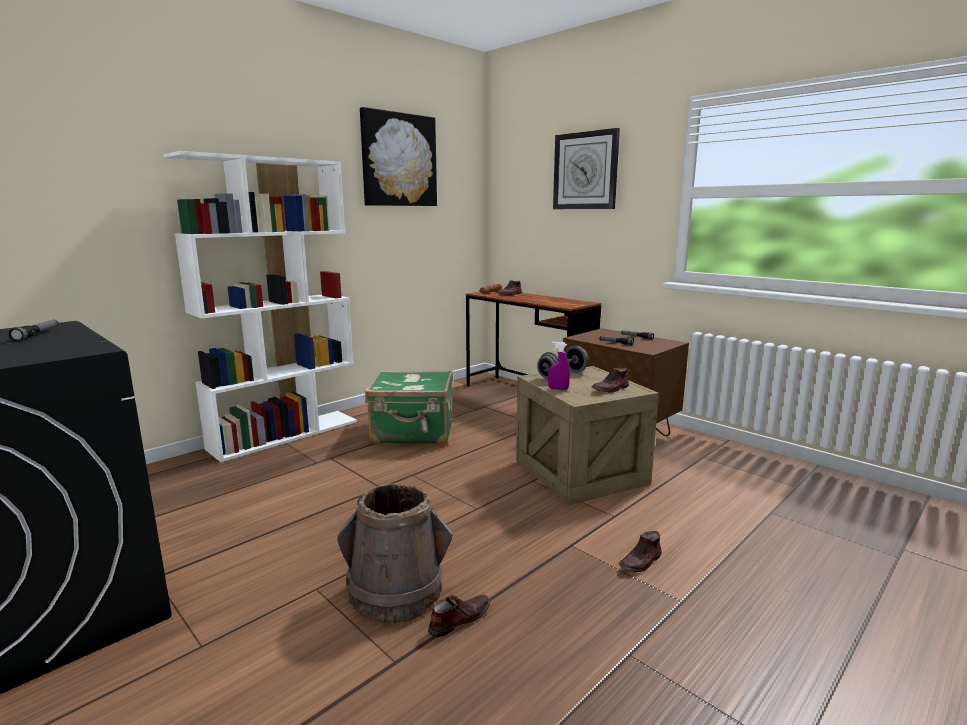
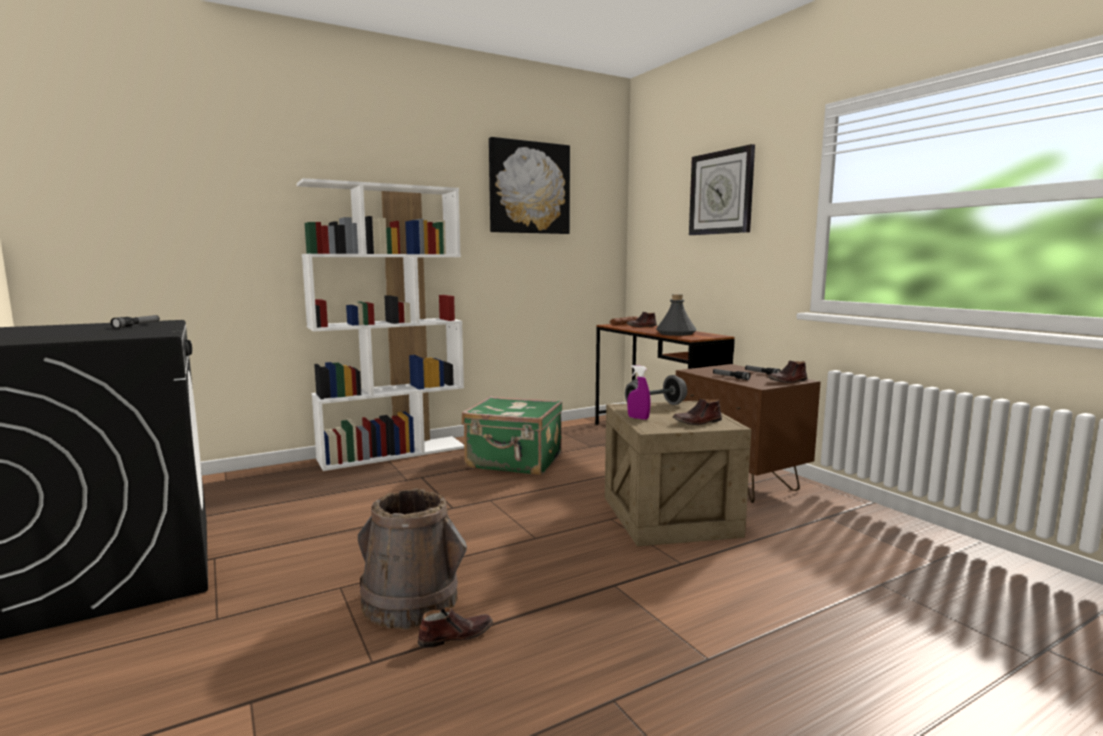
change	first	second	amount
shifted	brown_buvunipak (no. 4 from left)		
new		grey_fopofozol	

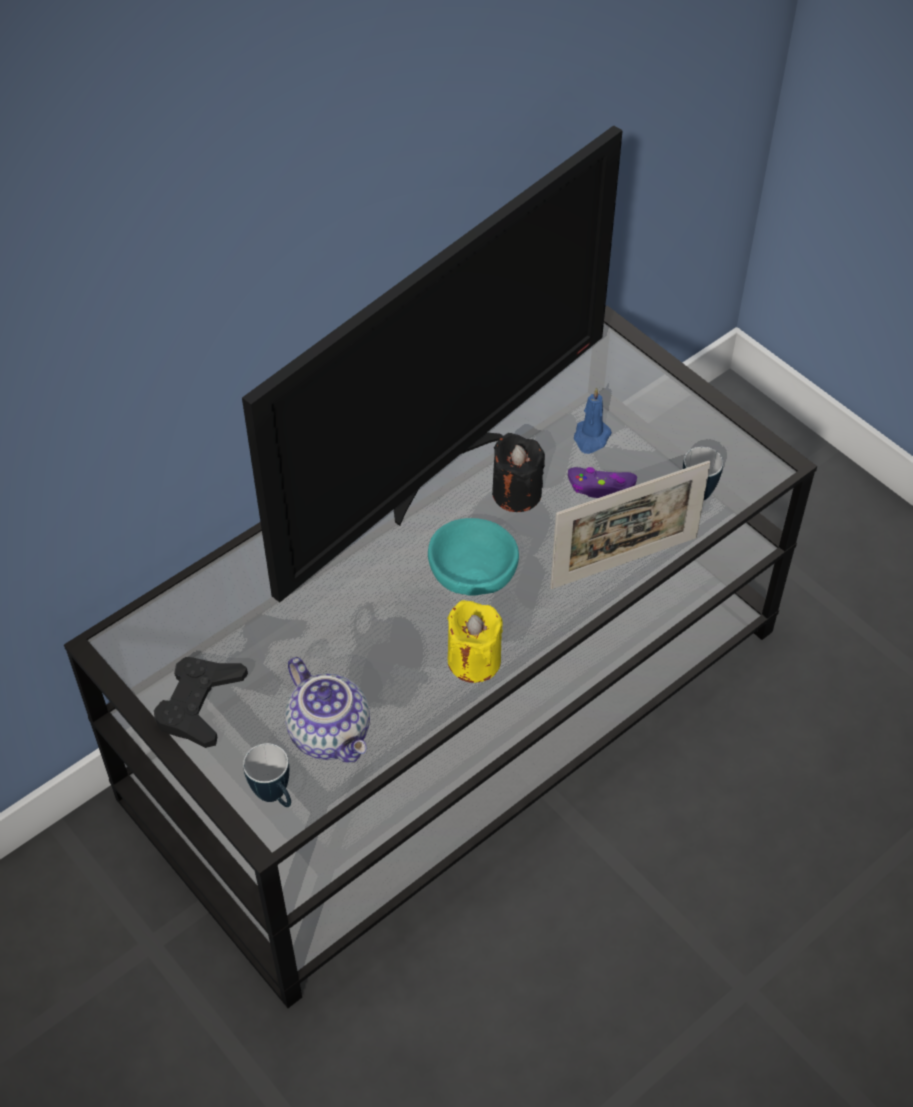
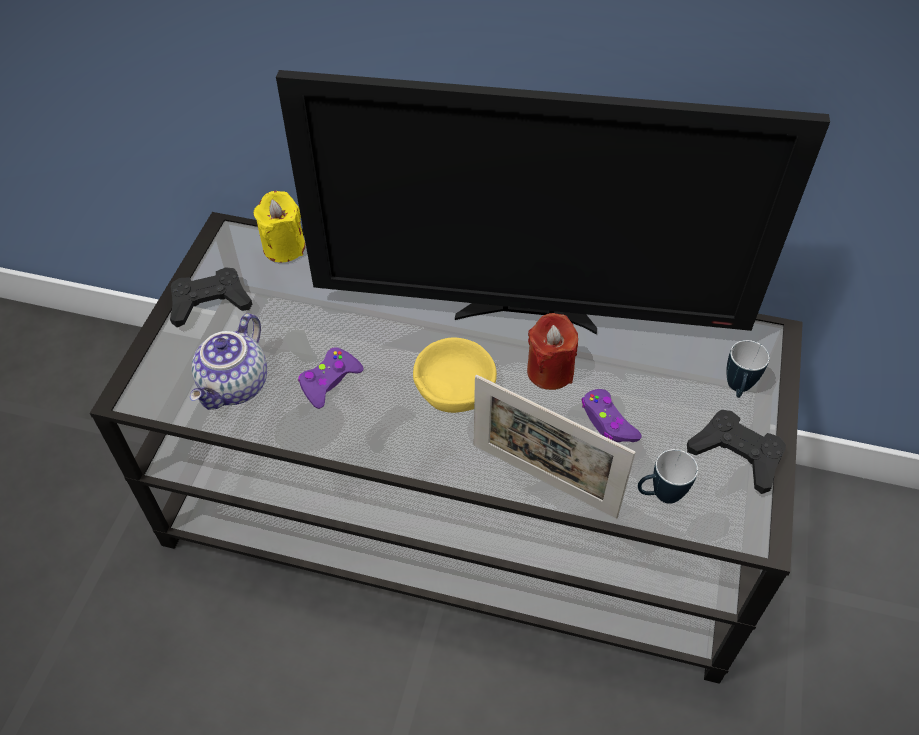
change	first	second	amount
gone	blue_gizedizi		
repainted	black_gizedizi	red_gizedizi	
repainted	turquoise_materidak	yellow_materidak	
shifted	yellow_gizedizi		
shifted	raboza (no. 1 from left in the first image)	raboza (no. 2 from left)	
new		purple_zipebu (no. 1 from left)	
new		black_zipebu (no. 2 from left)	

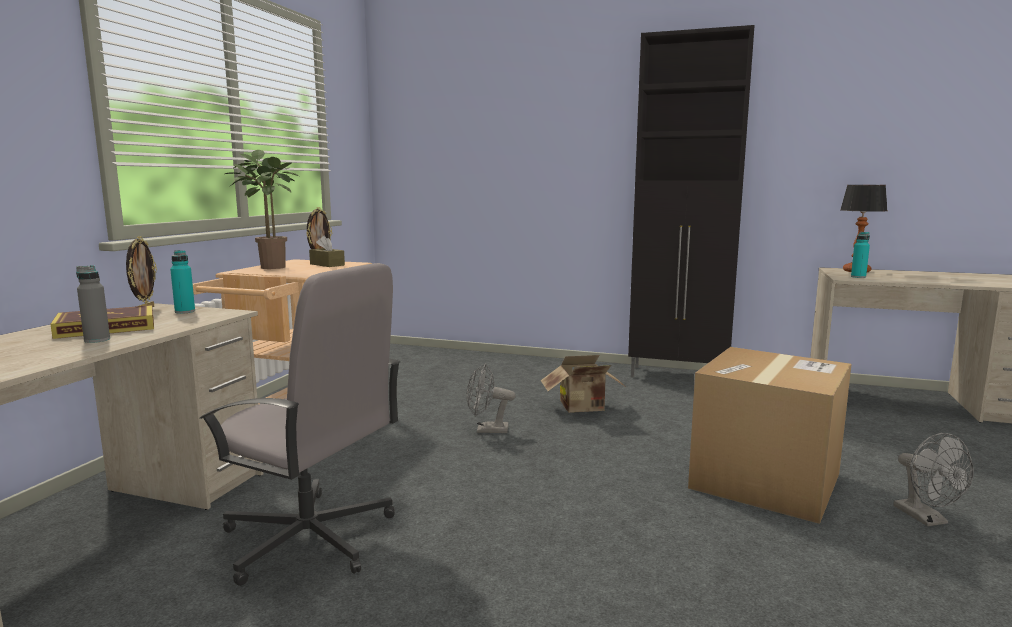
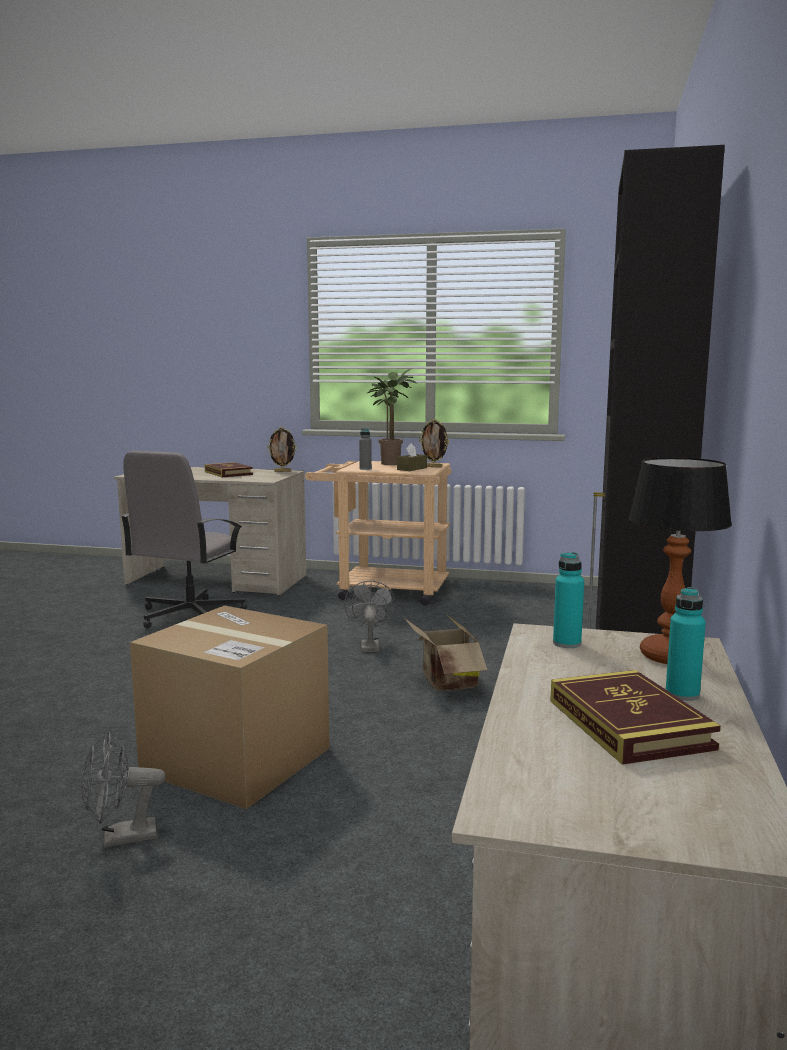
change	first	second	amount
shifted	turquoise_fopofozol (no. 1 from left in the first image)	turquoise_fopofozol (no. 2 from left)	
shifted	grey_fopofozol		
new		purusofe (no. 2 from left)	

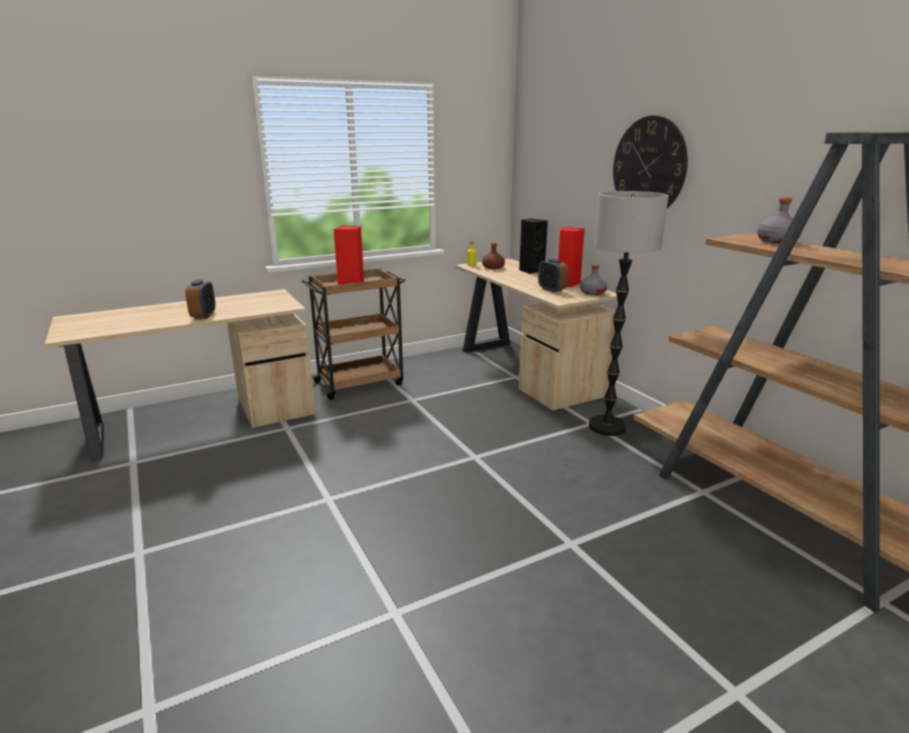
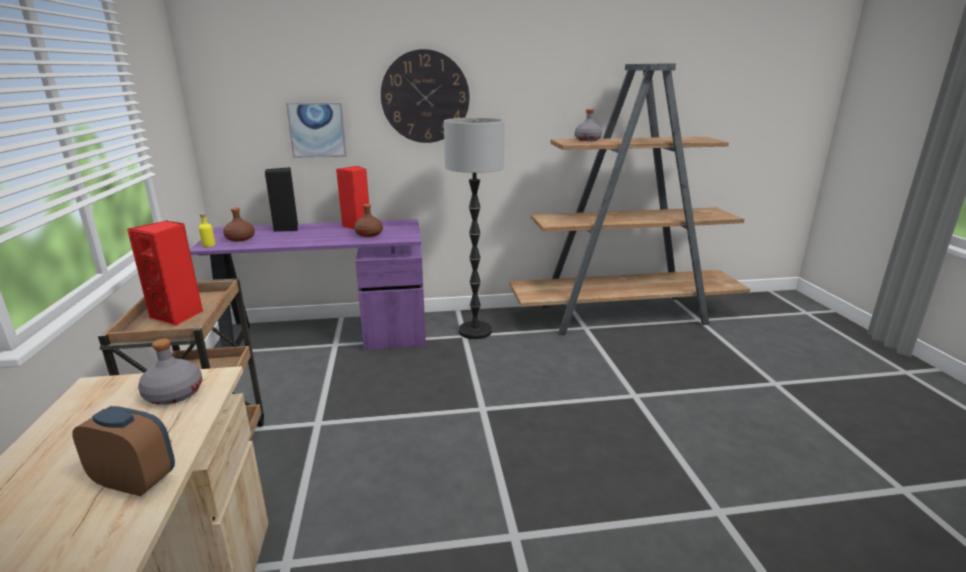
change	first	second	amount
swapped	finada (no. 2 from left)	brown_fopofozol (no. 2 from left)	
repainted	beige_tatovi (no. 2 from left)	purple_tatovi	
shifted	grey_fopofozol (no. 1 from left)		
new		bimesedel	

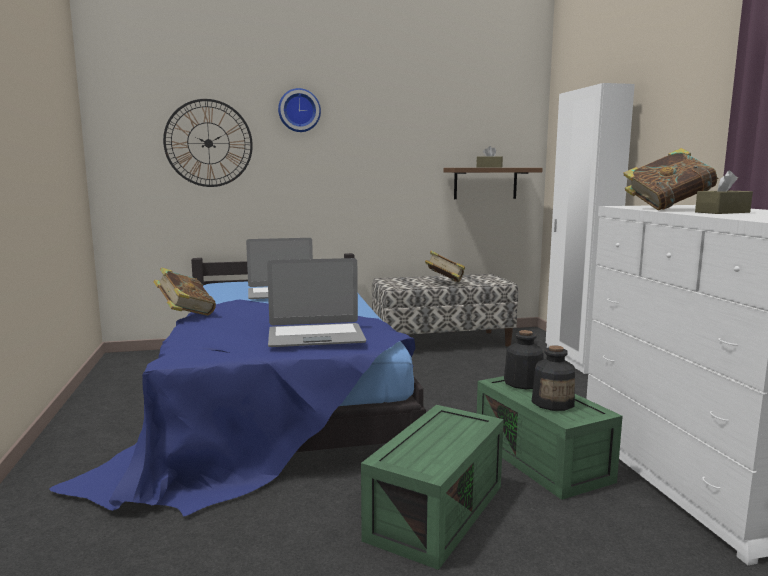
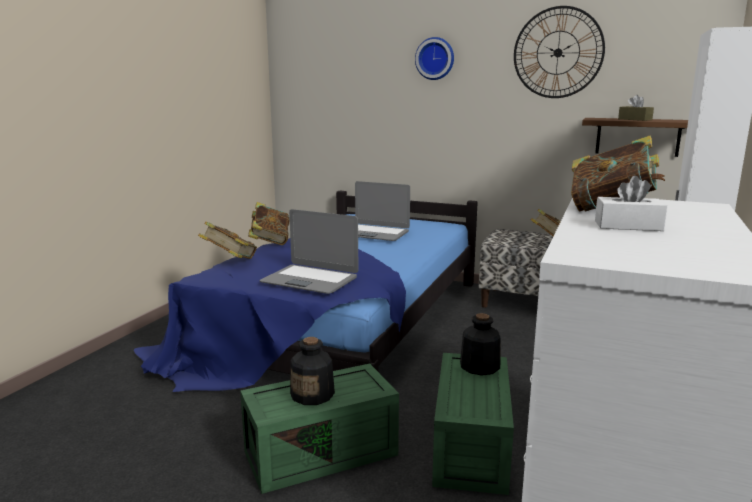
change	first	second	amount
shifted	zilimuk (no. 1 from left in the first image)	zilimuk (no. 2 from left)	
repainted	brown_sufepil (no. 2 from left)	white_sufepil	
shifted	fopofozol (no. 2 from left in the first image)	fopofozol (no. 1 from left)	
new		purusofe (no. 1 from left)	

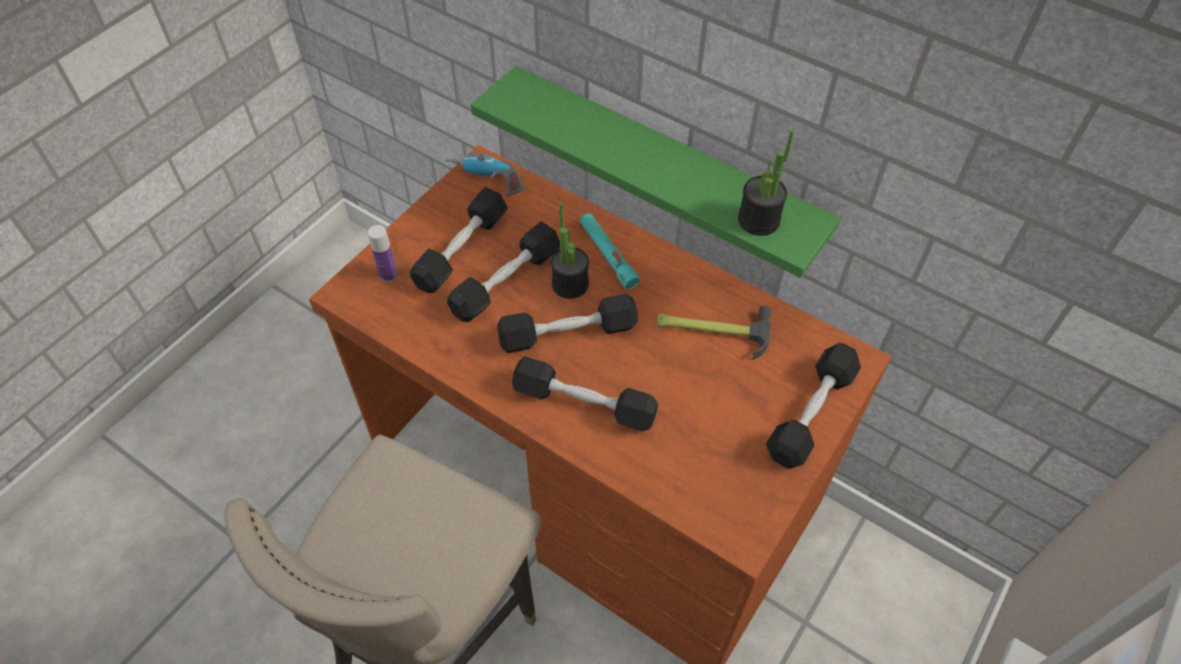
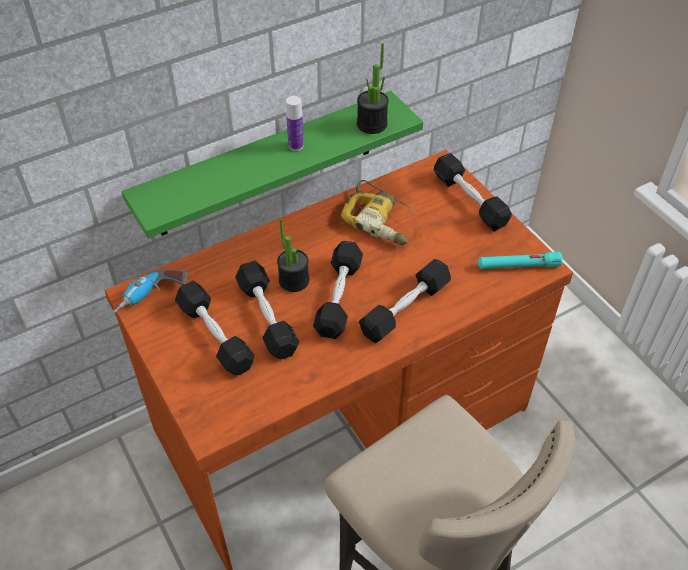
change	first	second	amount
shifted	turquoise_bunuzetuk		
shifted	fopofozol		
swapped	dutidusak	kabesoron (no. 2 from left)	

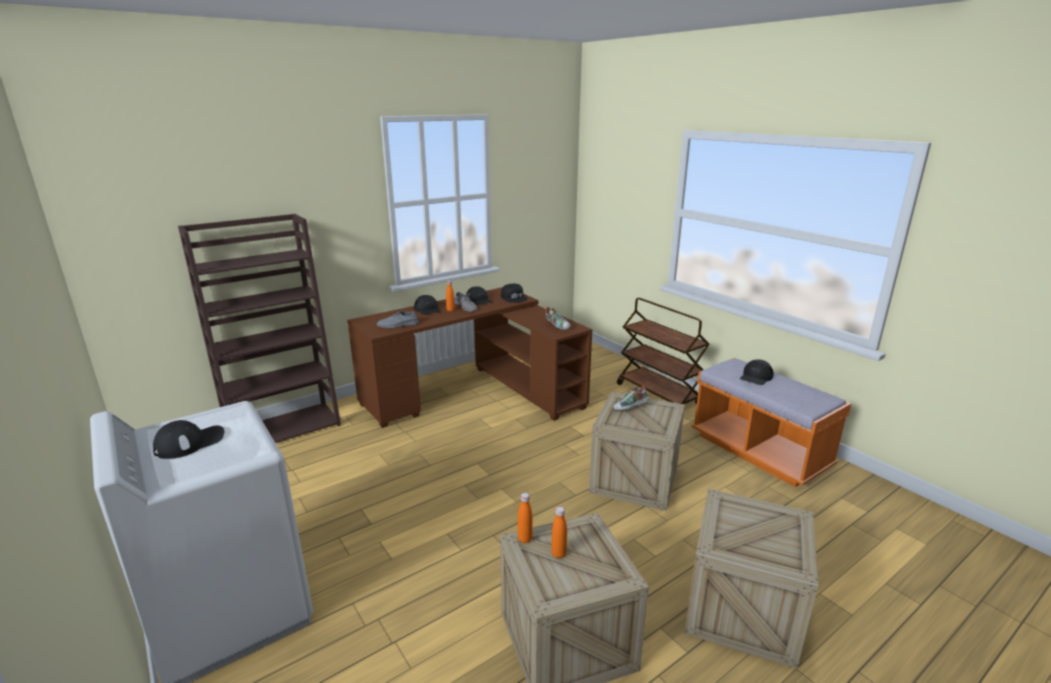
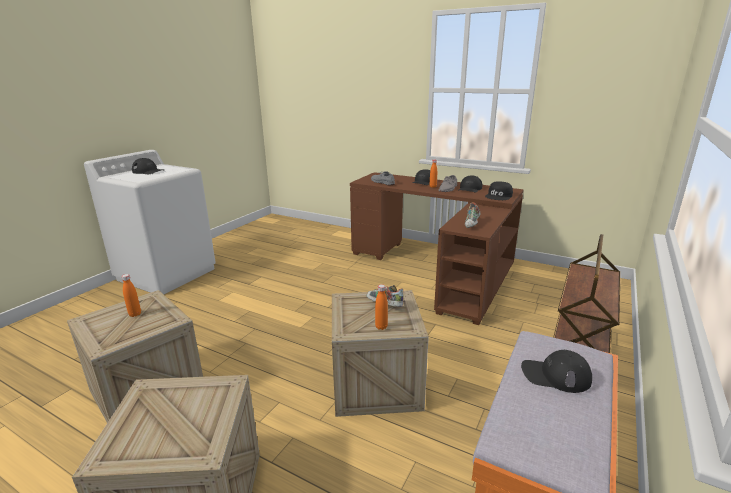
change	first	second	amount
gone	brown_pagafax		
shifted	orange_fopofozol (no. 2 from left)		

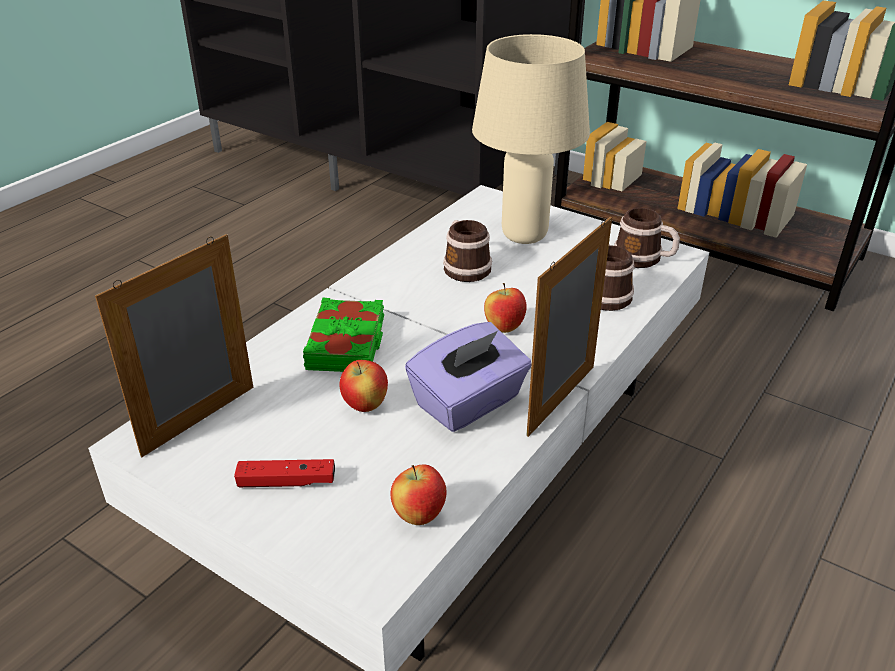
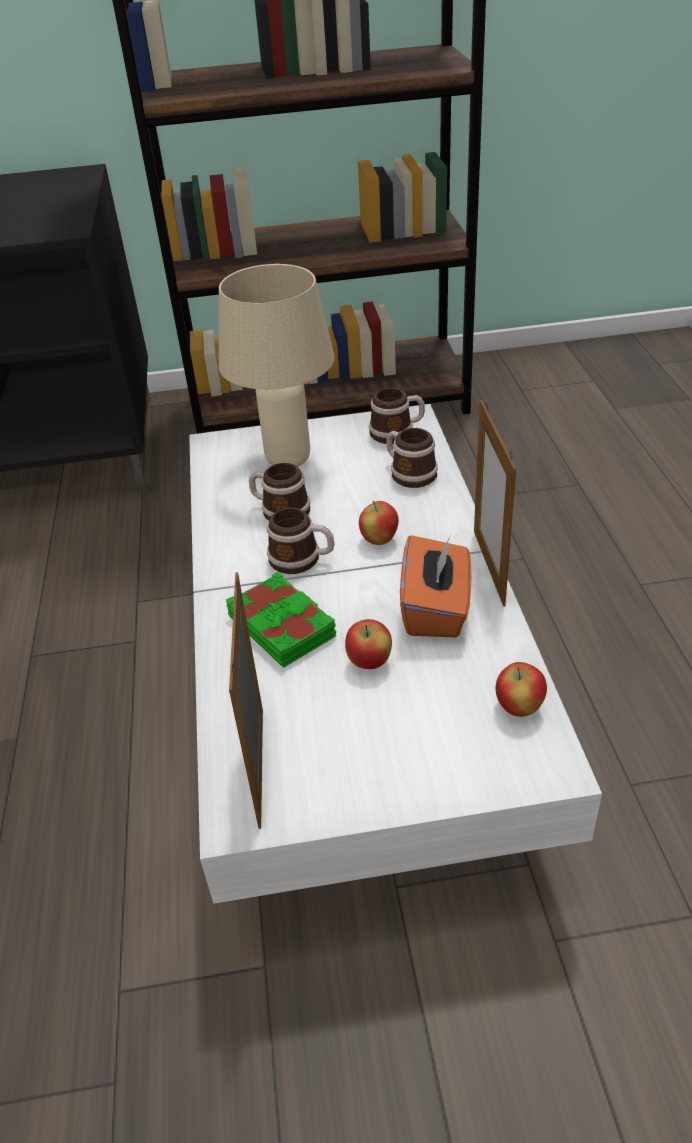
change	first	second	amount
repainted	purple_sufepil	orange_sufepil	
gone	red_zipebu		
new		raboza (no. 2 from left)	

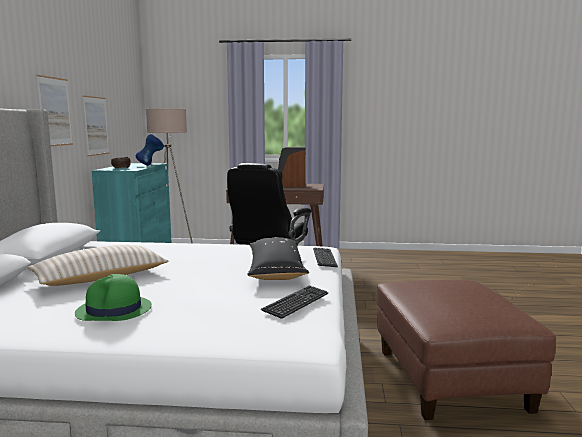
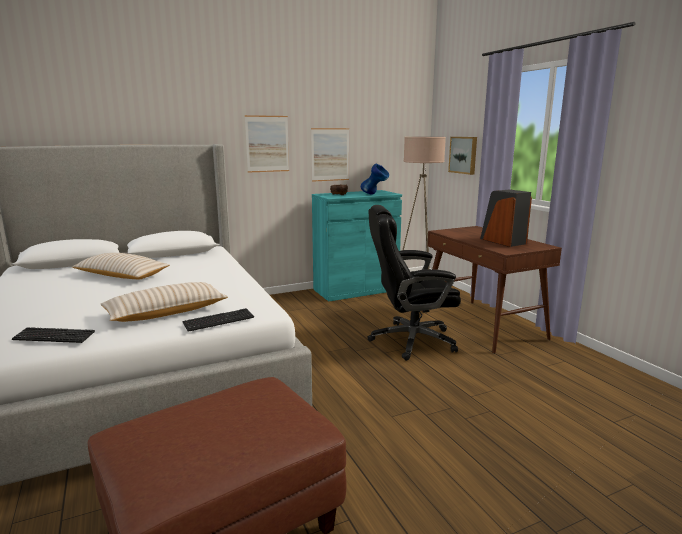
change	first	second	amount
repainted	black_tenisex	beige_tenisex (no. 2 from left)	
gone	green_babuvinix		
new		bimesedel (no. 3 from left)	

